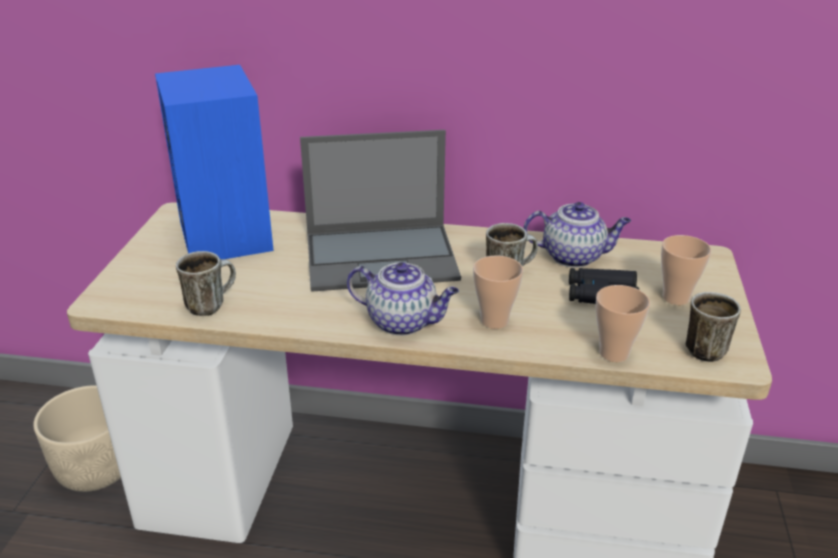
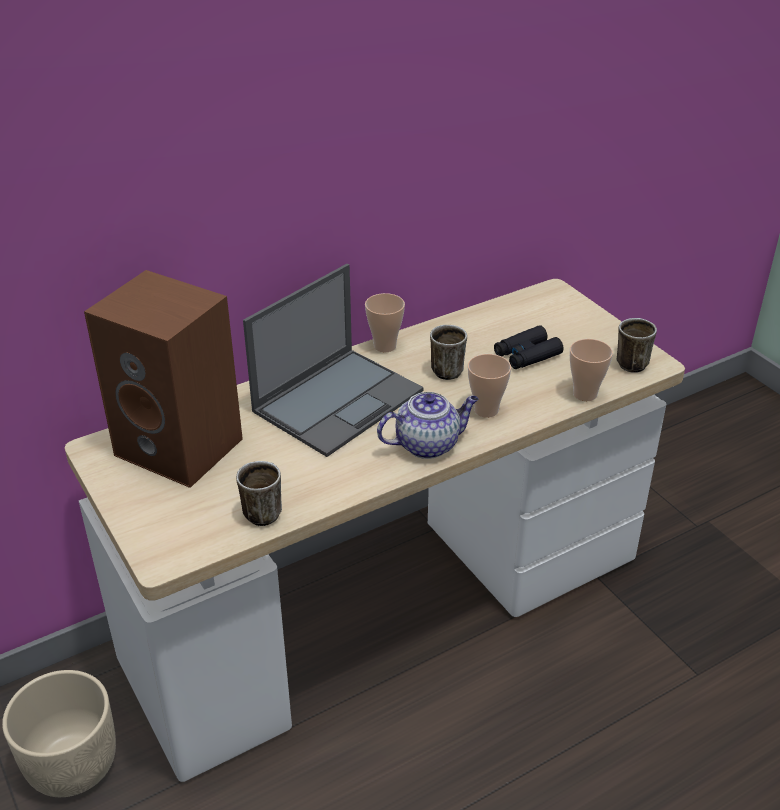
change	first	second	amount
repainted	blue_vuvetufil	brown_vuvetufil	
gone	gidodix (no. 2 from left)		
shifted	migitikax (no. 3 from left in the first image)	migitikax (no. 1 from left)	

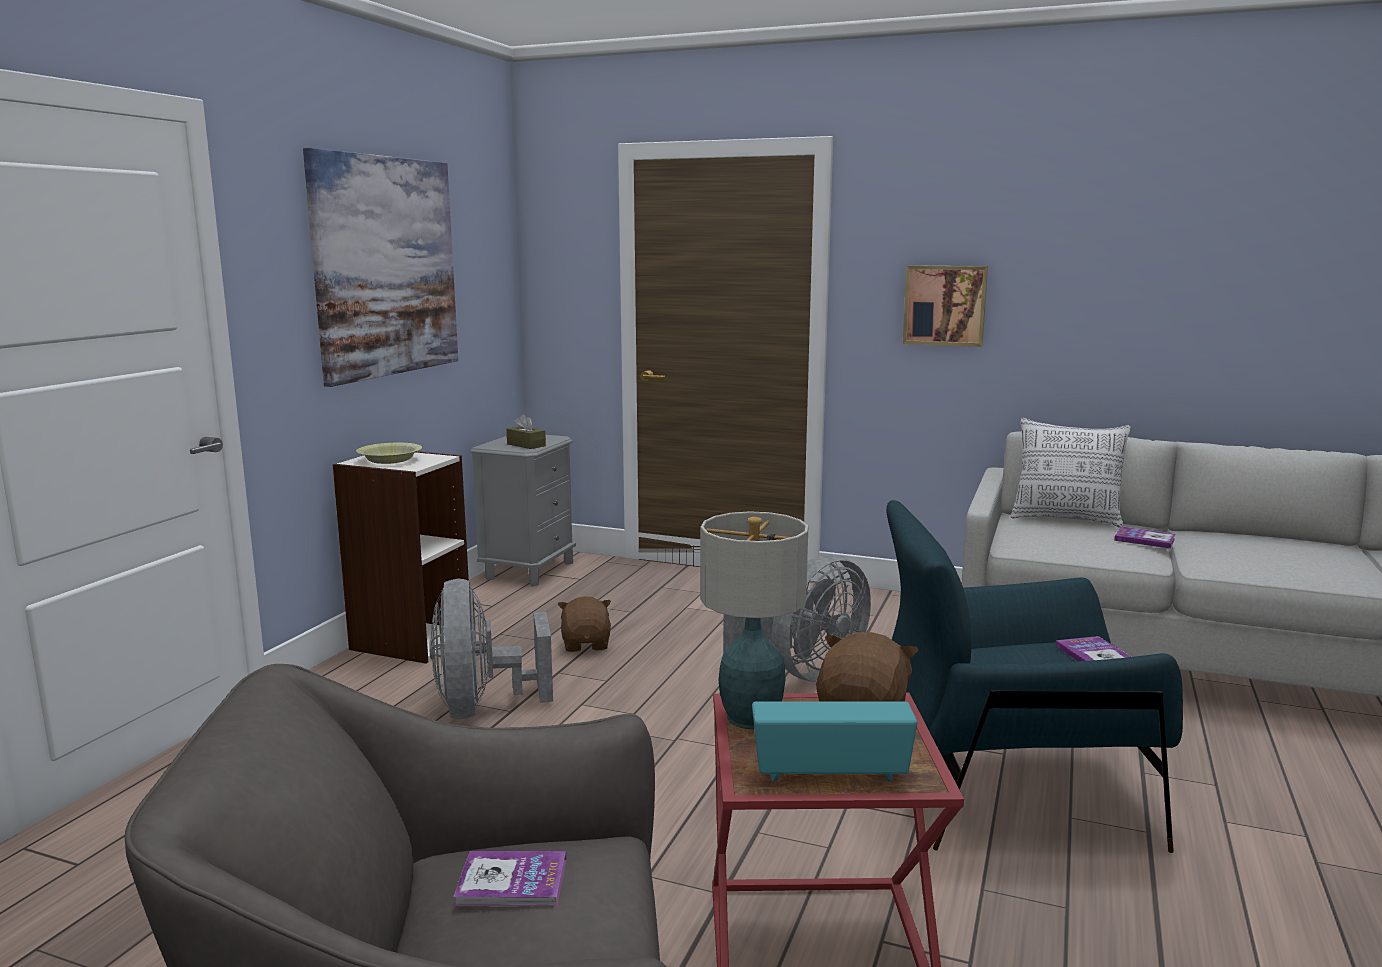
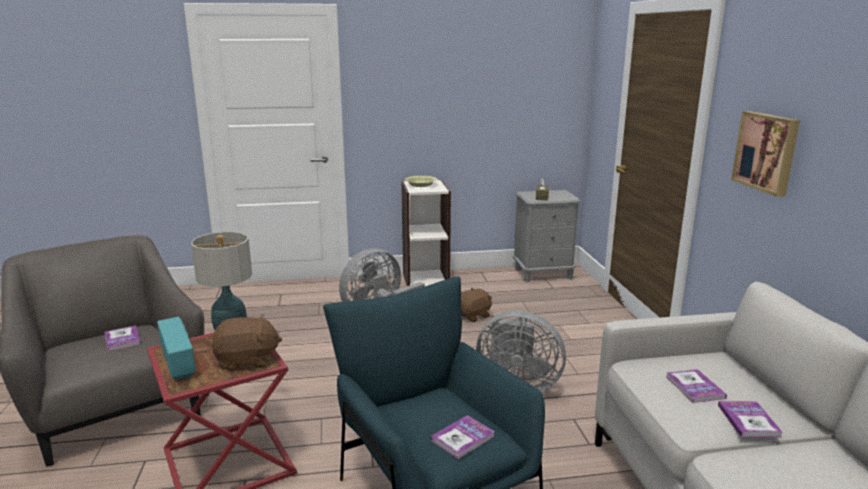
change	first	second	amount
gone	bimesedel (no. 1 from left)		
gone	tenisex		
new		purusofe (no. 3 from left)	

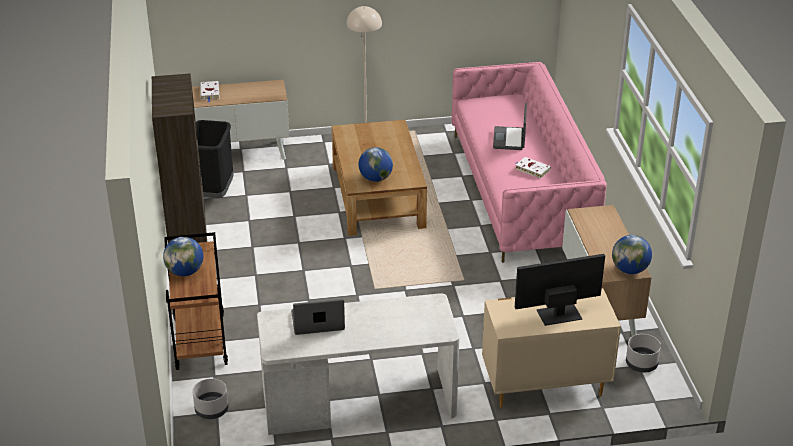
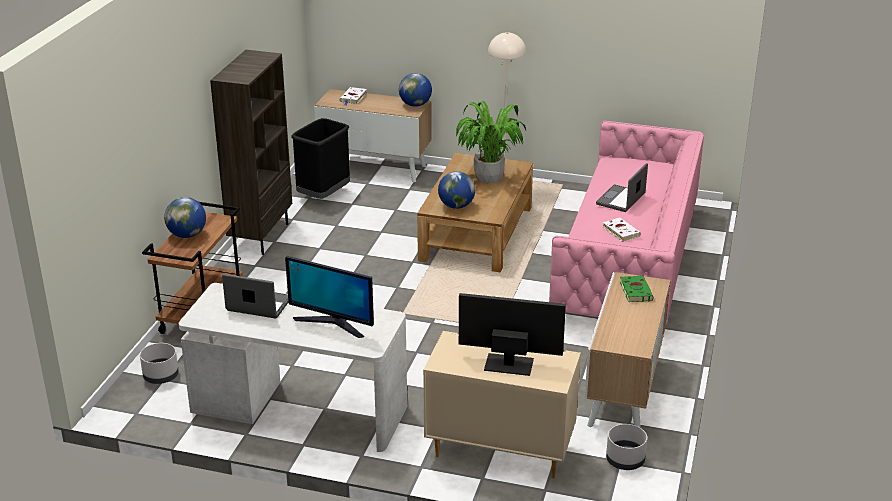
change	first	second	amount
shifted	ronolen (no. 3 from left in the first image)	ronolen (no. 2 from left)	
new		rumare	
new		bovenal (no. 1 from left)	
new		green_purusofe	

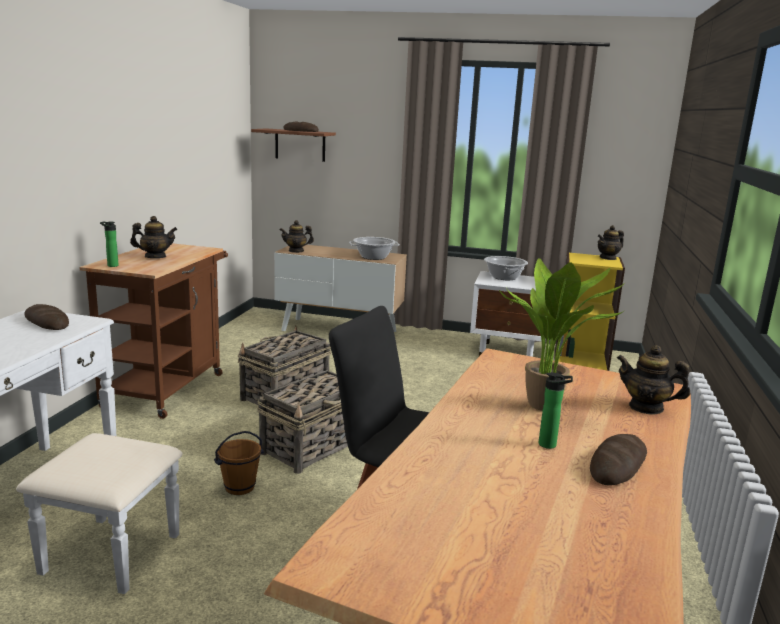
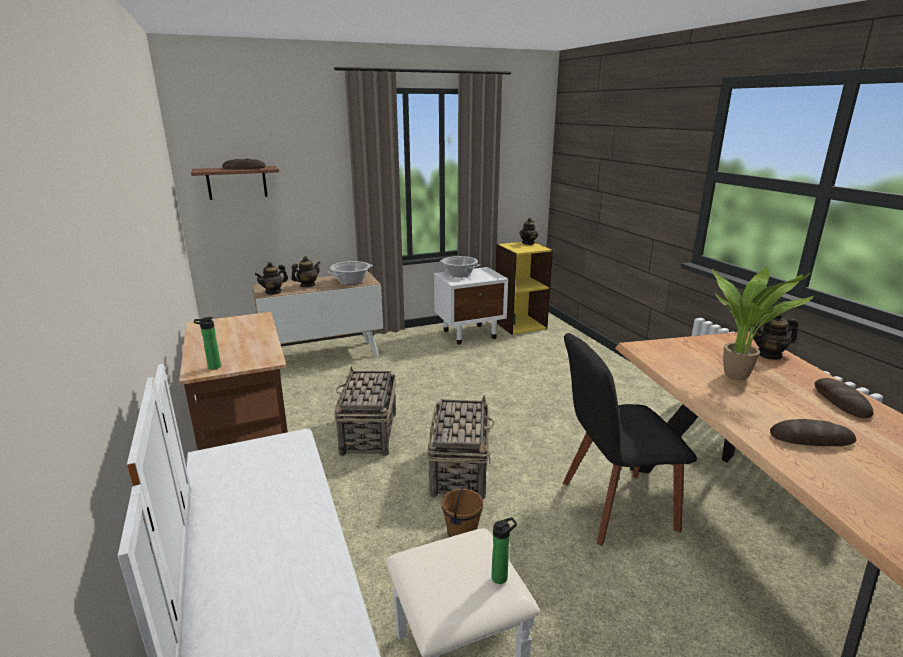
change	first	second	amount
shifted	gidodix (no. 1 from left in the first image)	gidodix (no. 2 from left)	
shifted	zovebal (no. 1 from left in the first image)	zovebal (no. 2 from left)	
shifted	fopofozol (no. 2 from left)		

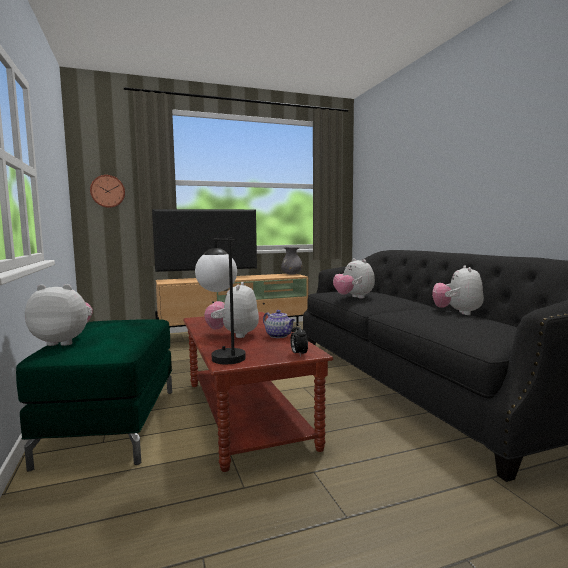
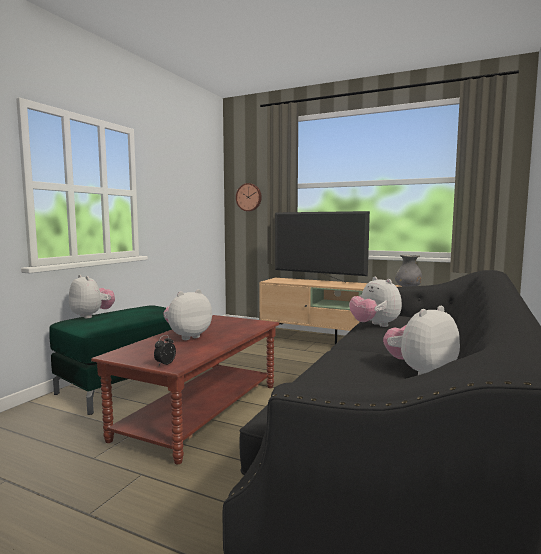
change	first	second	amount
gone	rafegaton		
rotated	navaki (no. 3 from left)		45 degrees counterclockwise
gone	gidodix		

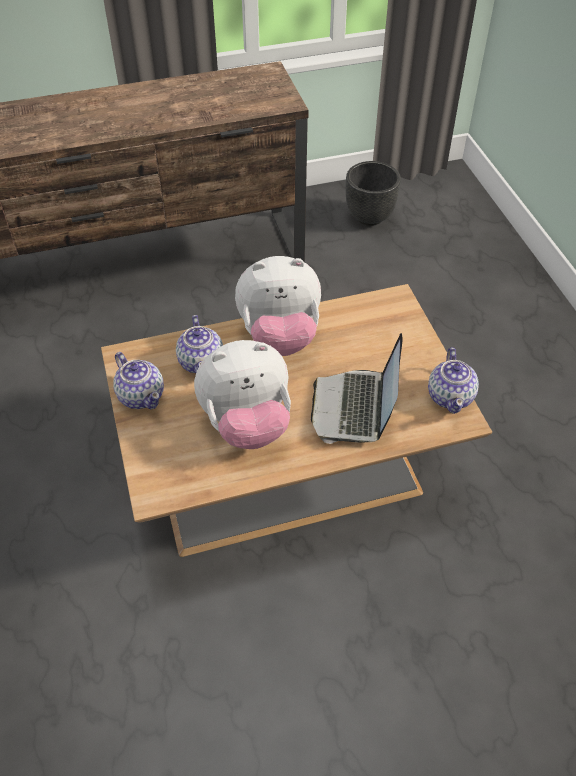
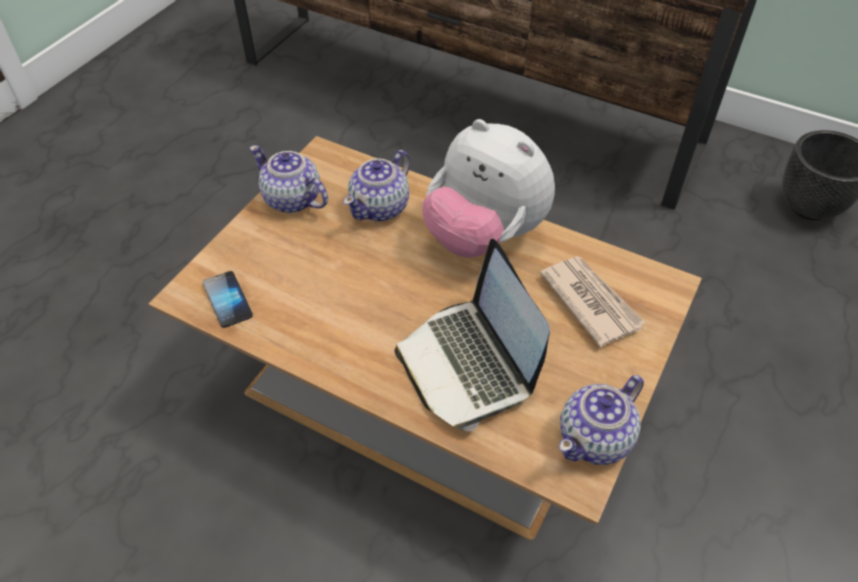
change	first	second	amount
rotated	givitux		75 degrees counterclockwise
gone	navaki (no. 1 from left)		
rotated	gidodix (no. 1 from left)		120 degrees clockwise
new		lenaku	
new		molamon	

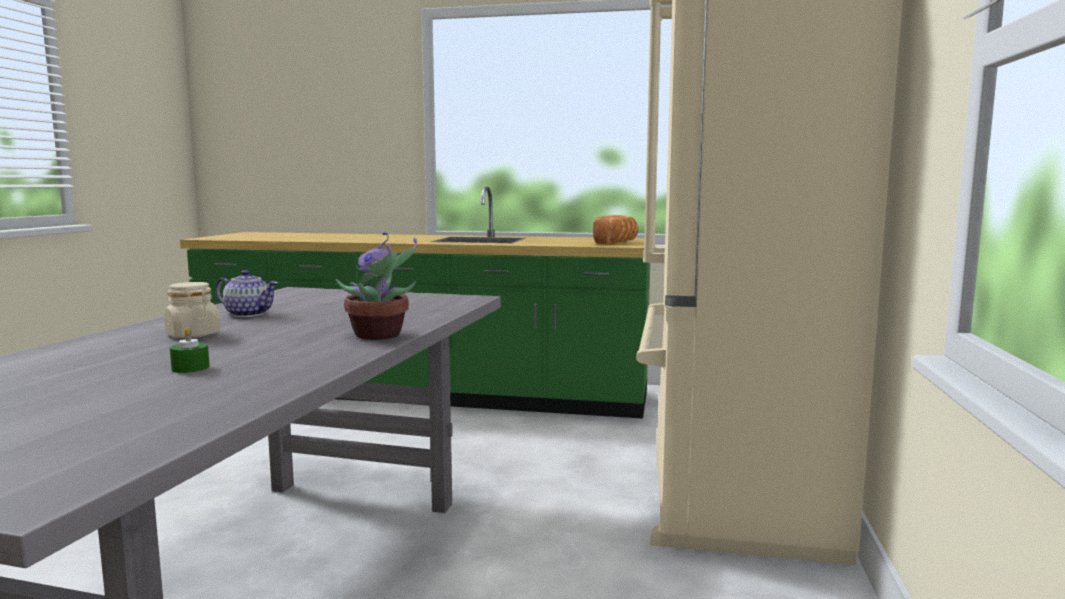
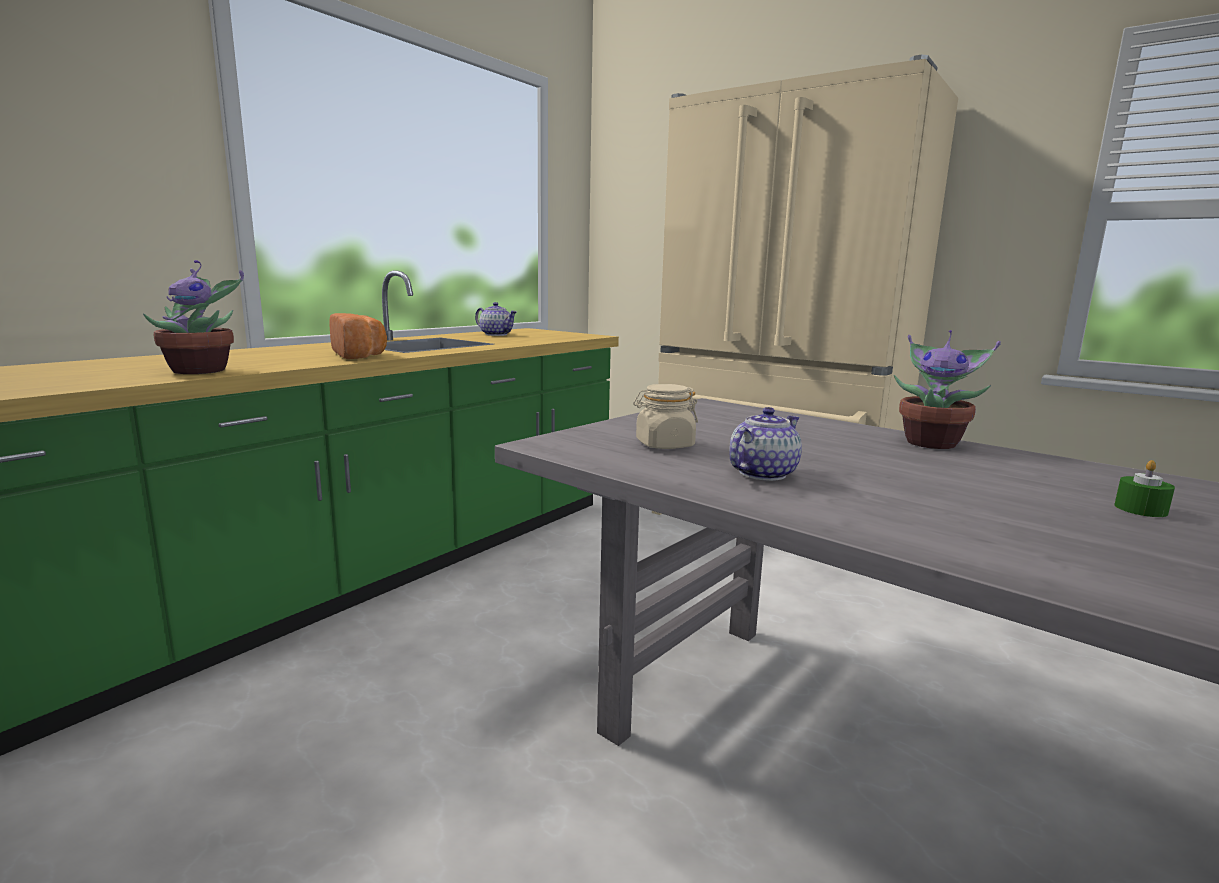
change	first	second	amount
shifted	zovebal		
shifted	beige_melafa		
new		rumare (no. 1 from left)	
new		gidodix (no. 1 from left)	

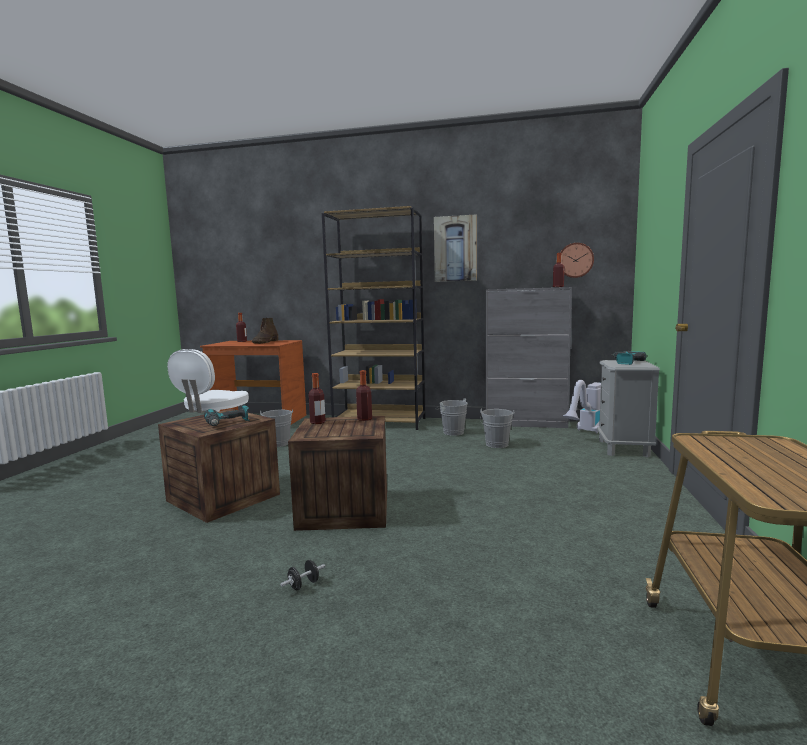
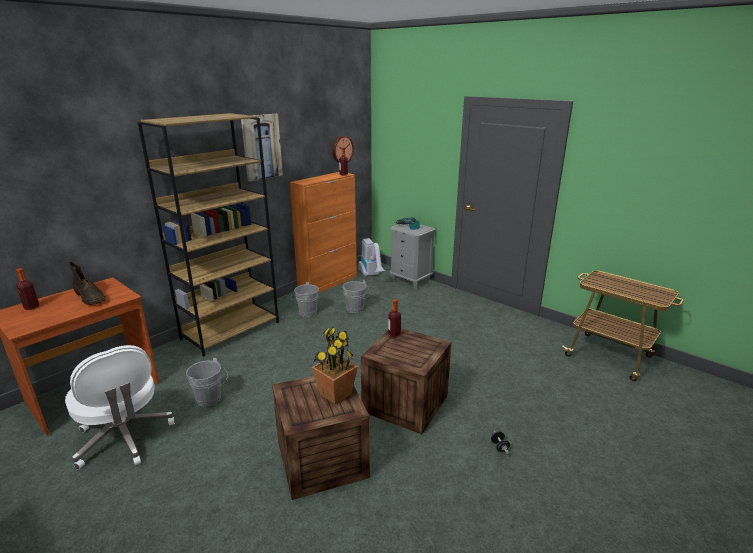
change	first	second	amount
repainted	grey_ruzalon	orange_ruzalon	
gone	fopofozol (no. 2 from left)		
swapped	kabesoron (no. 1 from left)	rumare	

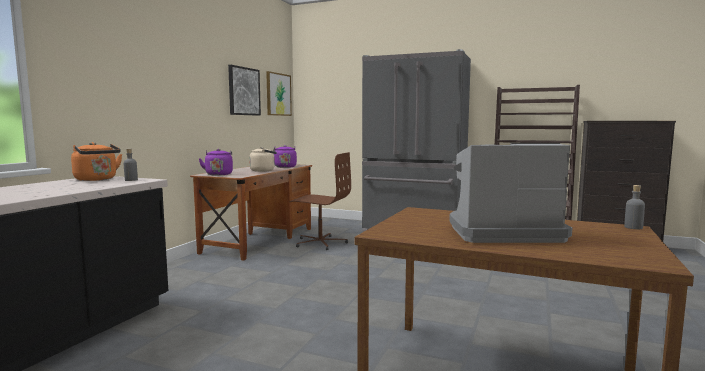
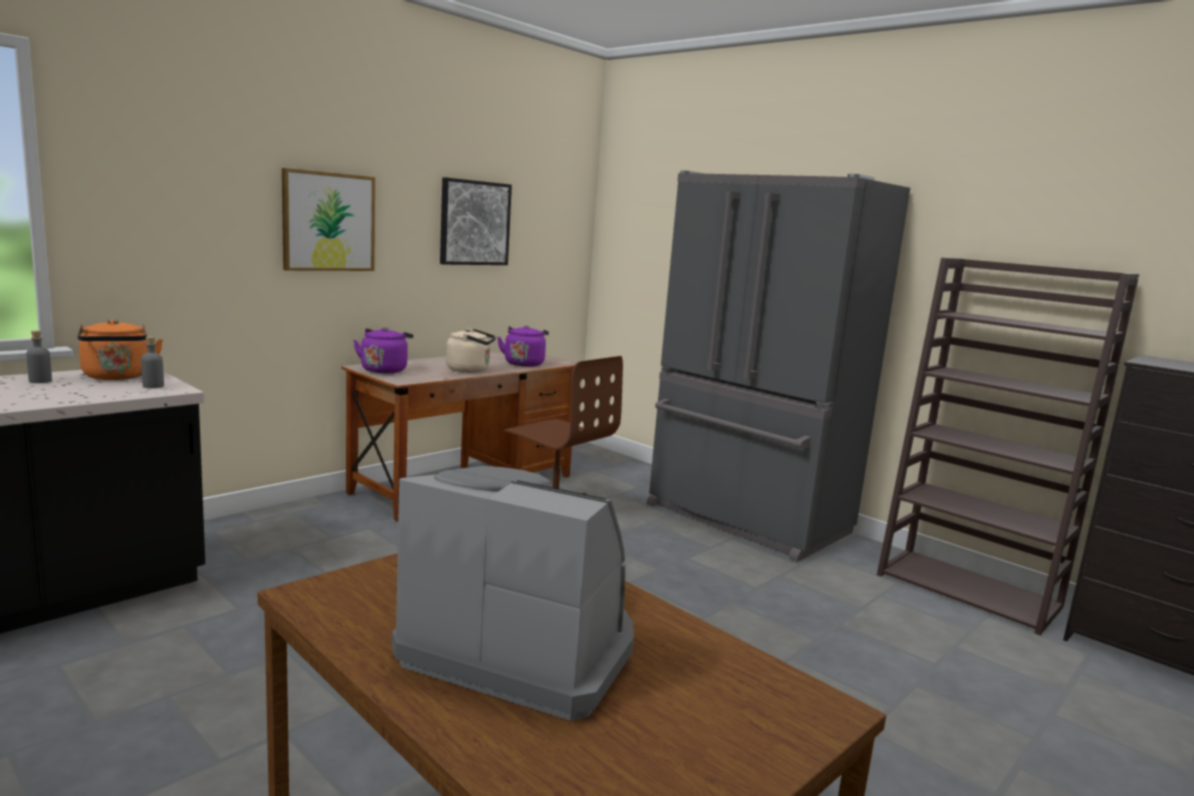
change	first	second	amount
shifted	bimesedel (no. 2 from left in the first image)	bimesedel (no. 1 from left)	
shifted	grey_fopofozol (no. 2 from left in the first image)	grey_fopofozol (no. 1 from left)	

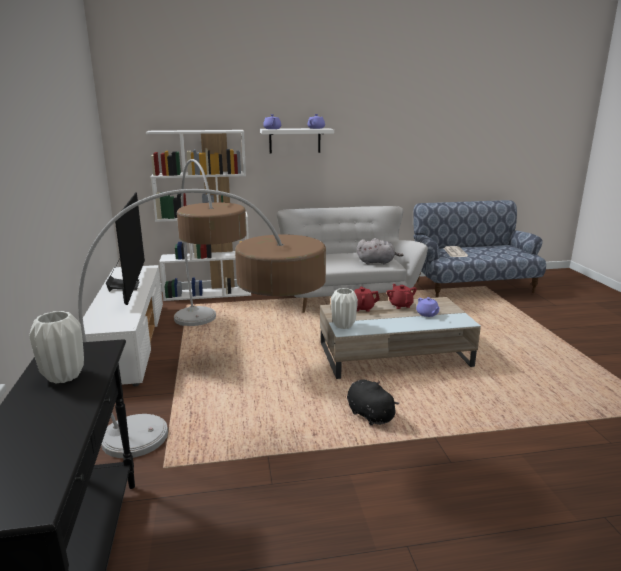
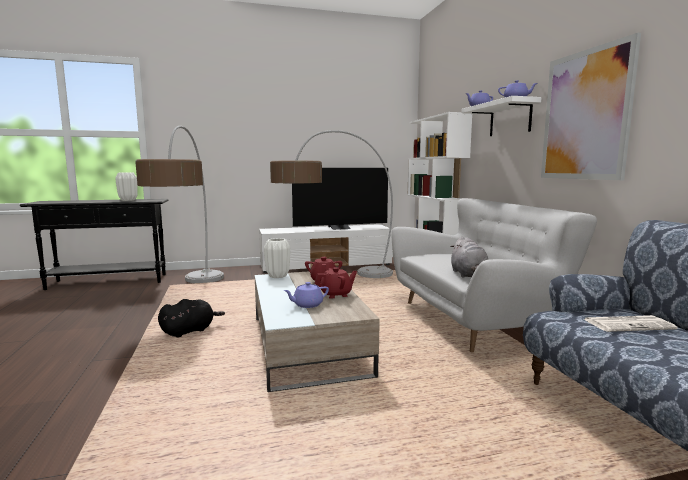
change	first	second	amount
new		bimesedel	

